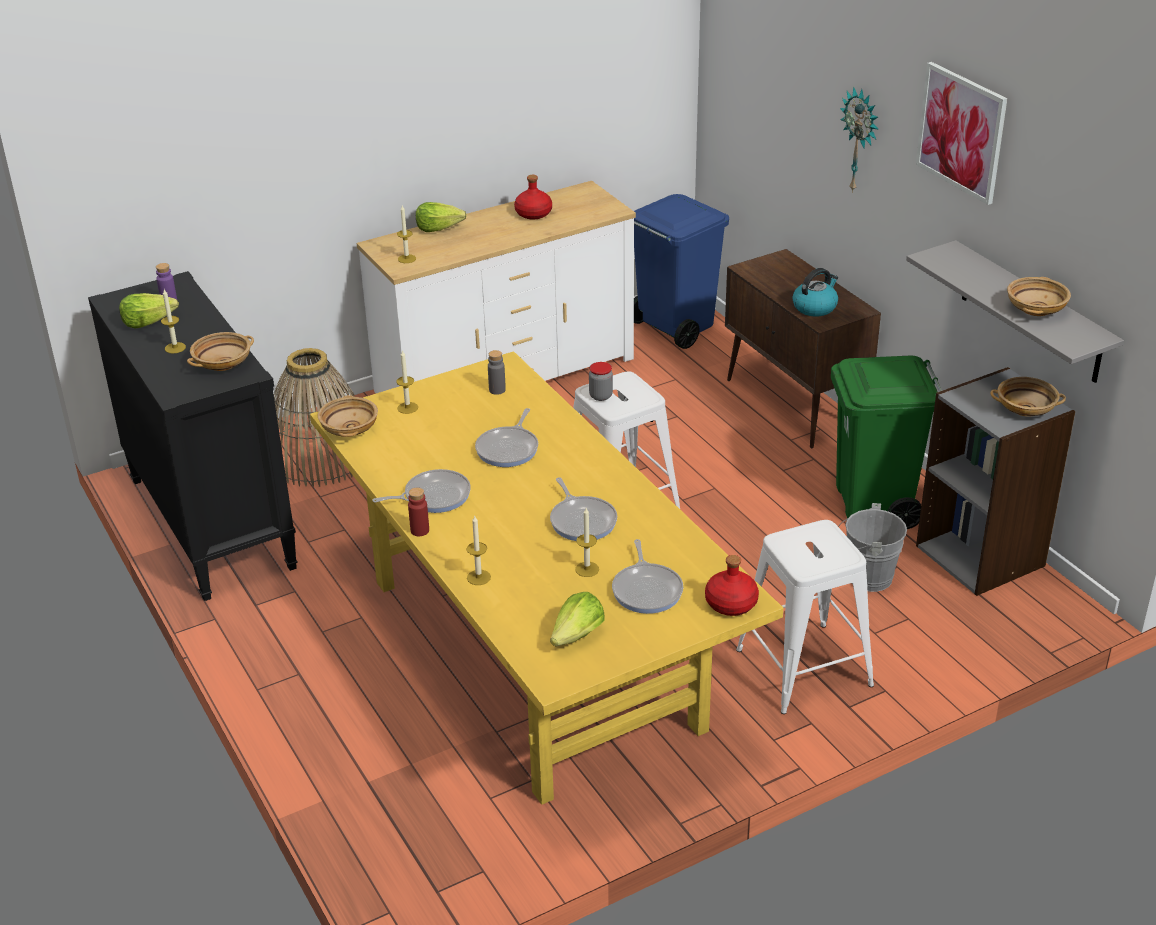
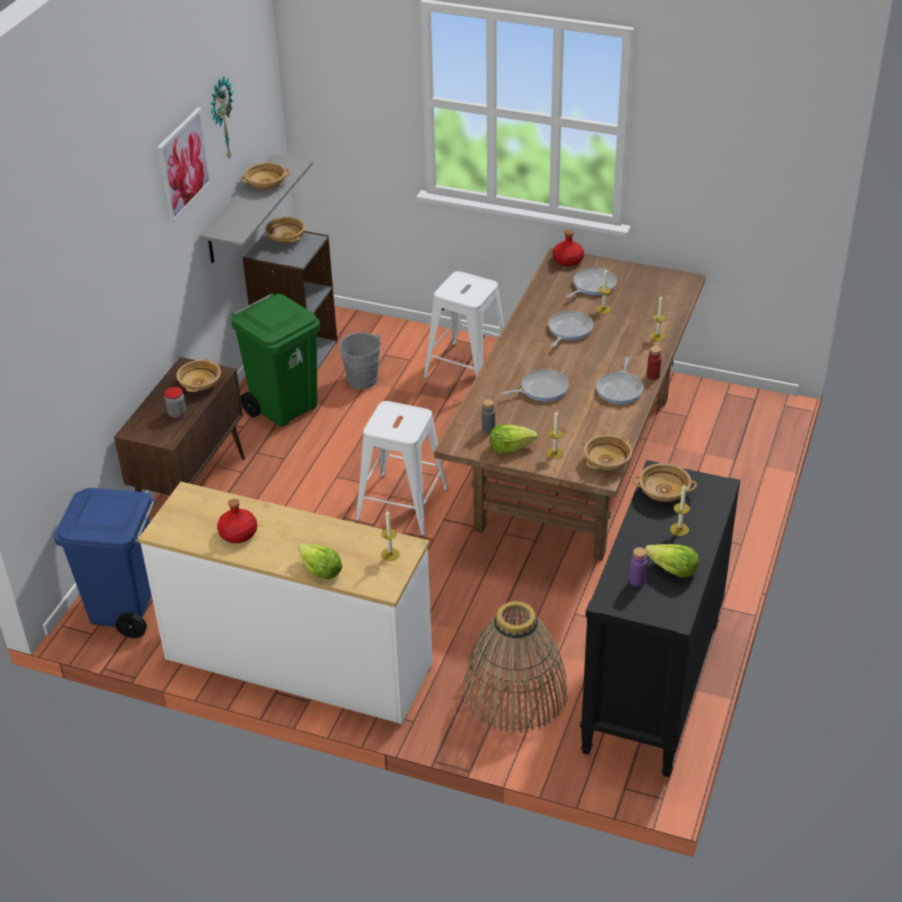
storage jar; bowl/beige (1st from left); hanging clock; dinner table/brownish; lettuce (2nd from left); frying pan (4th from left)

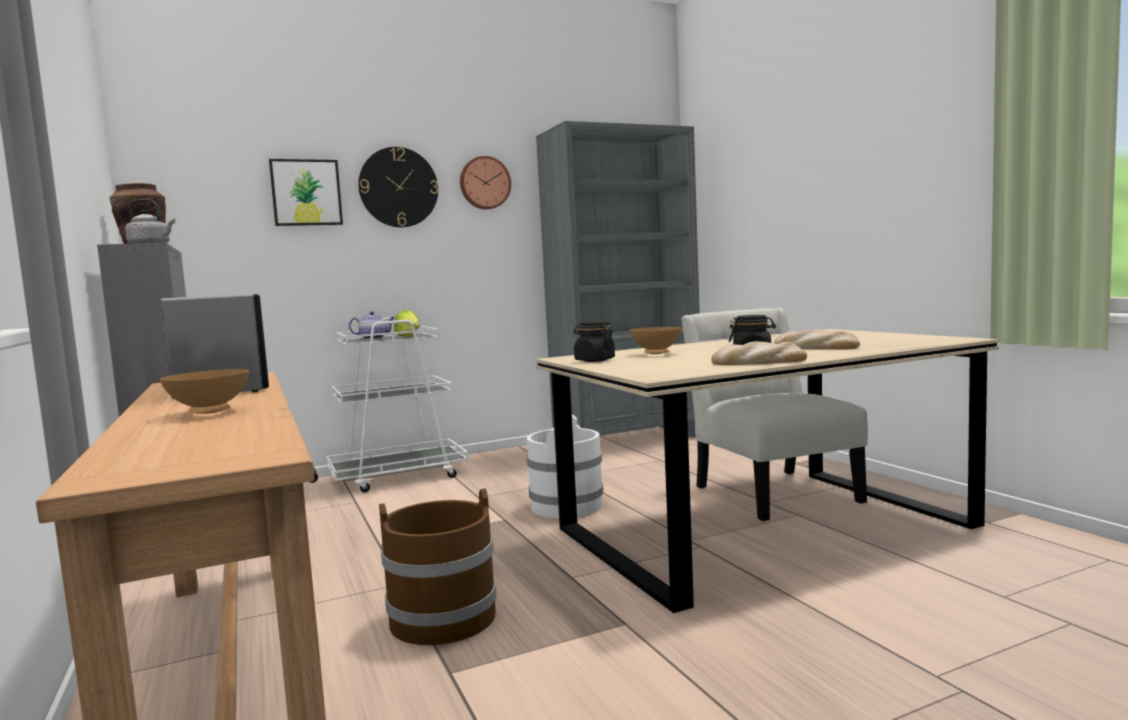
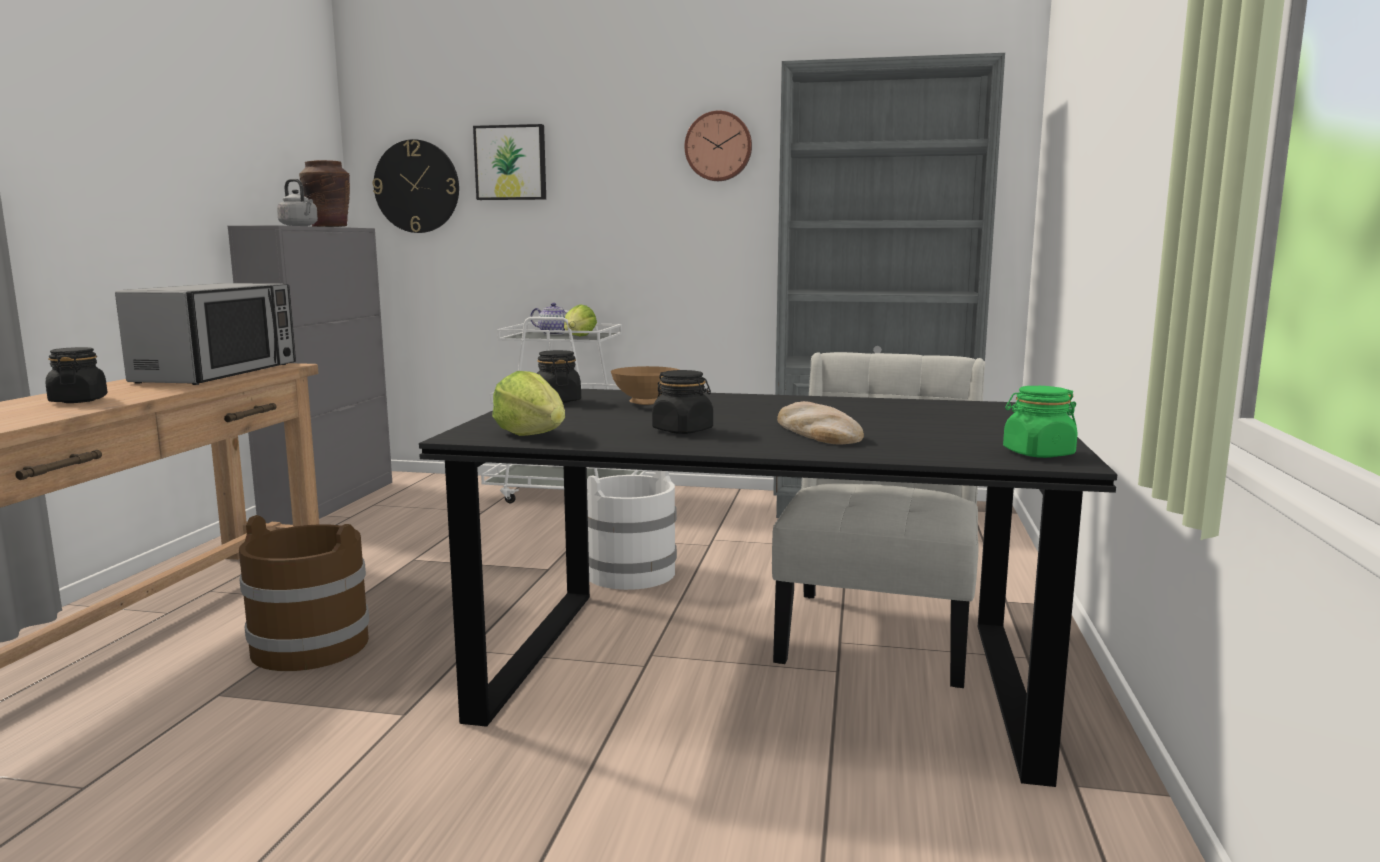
storage jar/blackish (1st from left); hanging clock (1st from left); dinner table/blackish; lettuce (1st from left); storage jar/green-coloured; baked bread (1st from left in the first image)

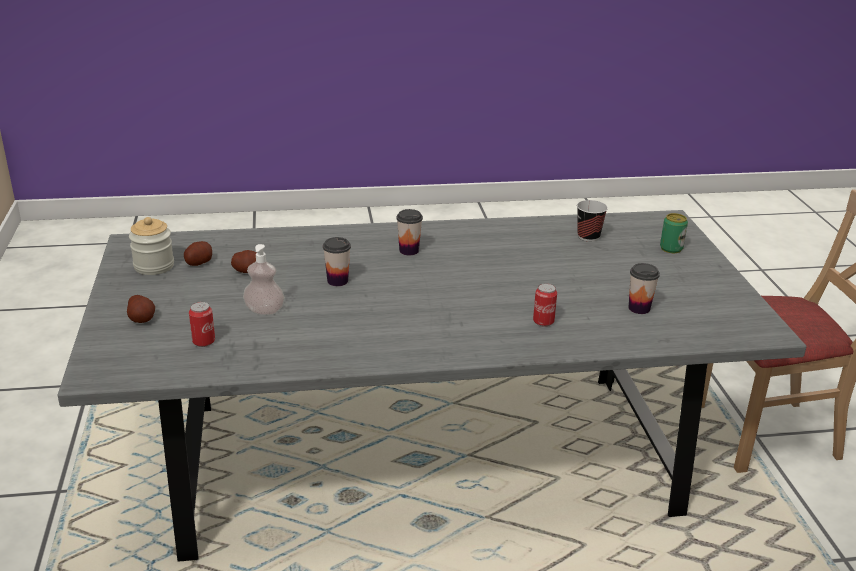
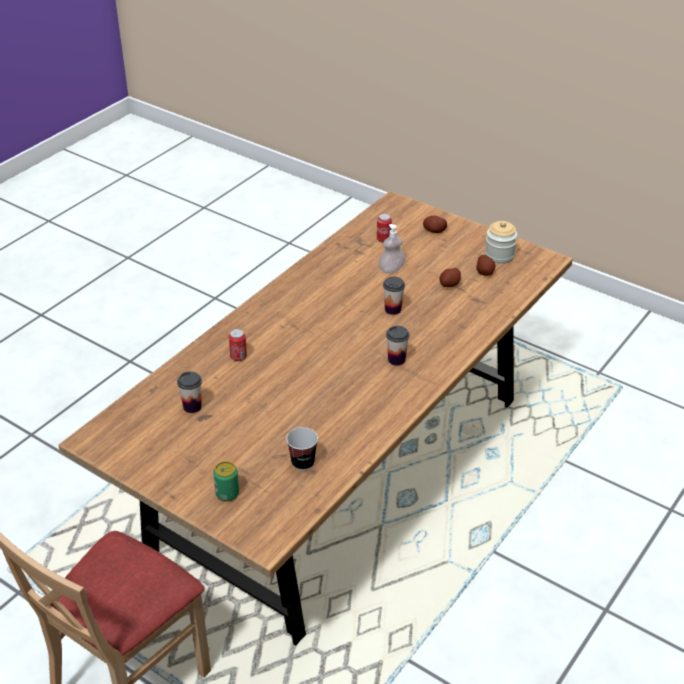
dinner table/brownish

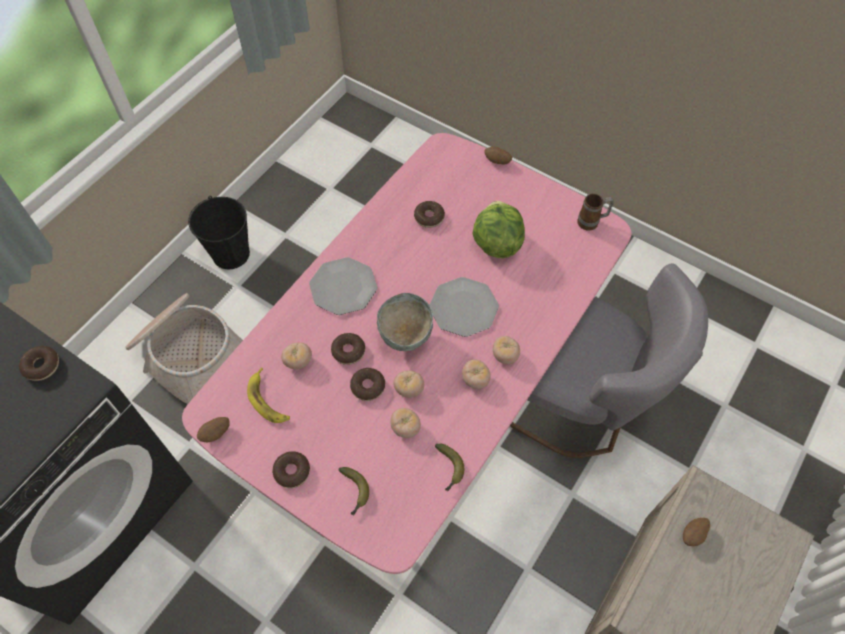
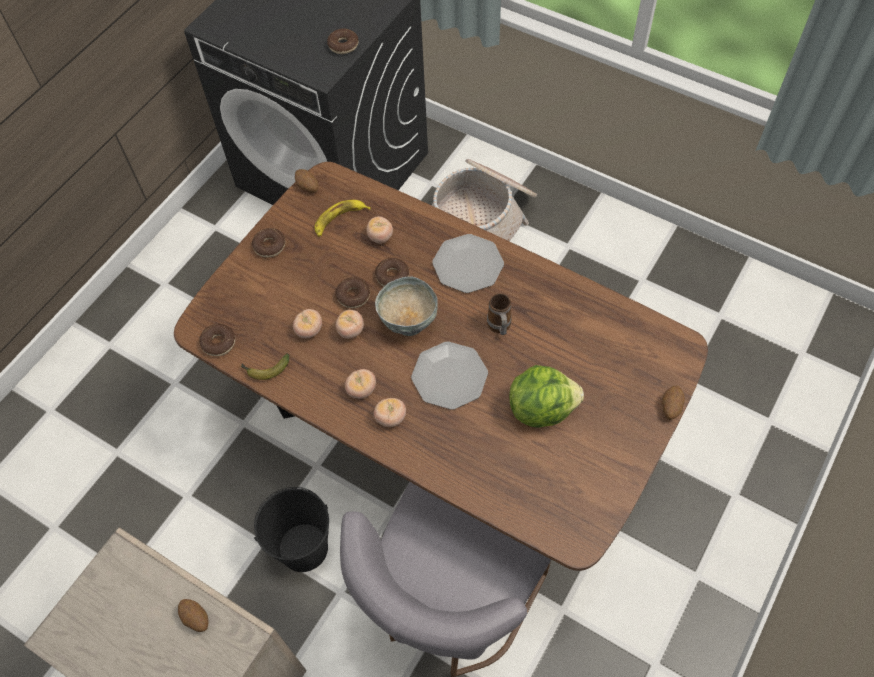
dinner table/brownish; donut (1st from left); pail/blackish; coffee mug; banana (2nd from left in the first image)

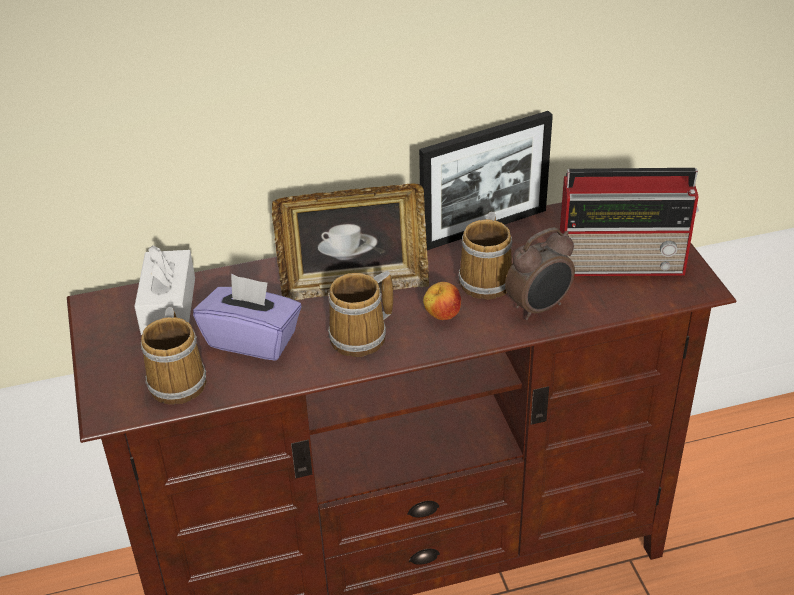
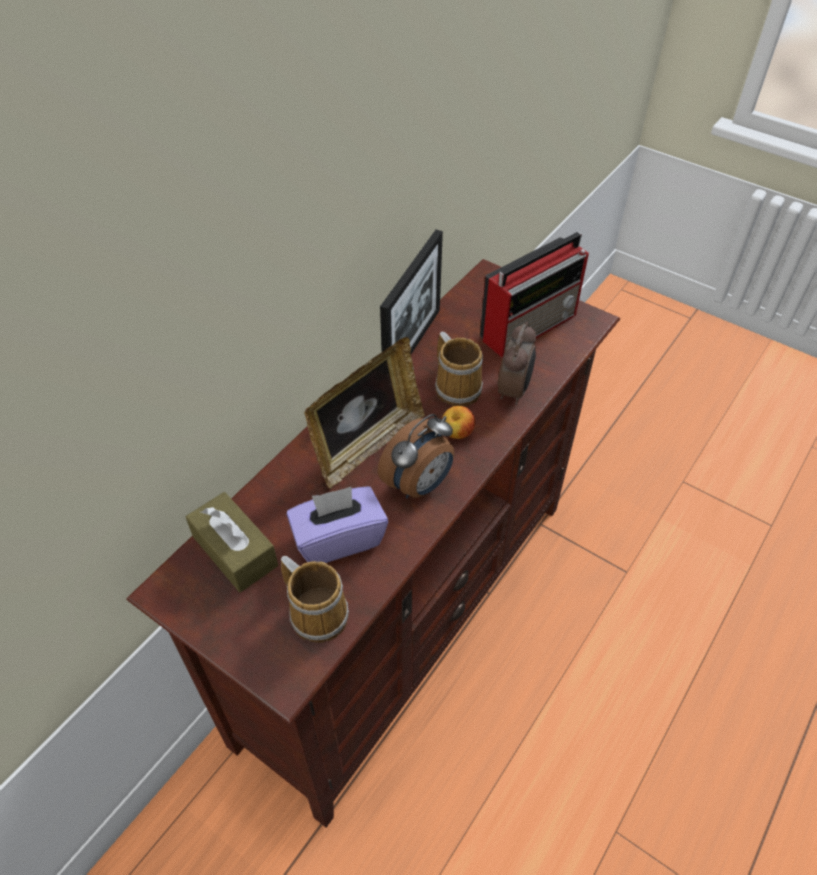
tissue box/brownish; alarm clock (1st from left)

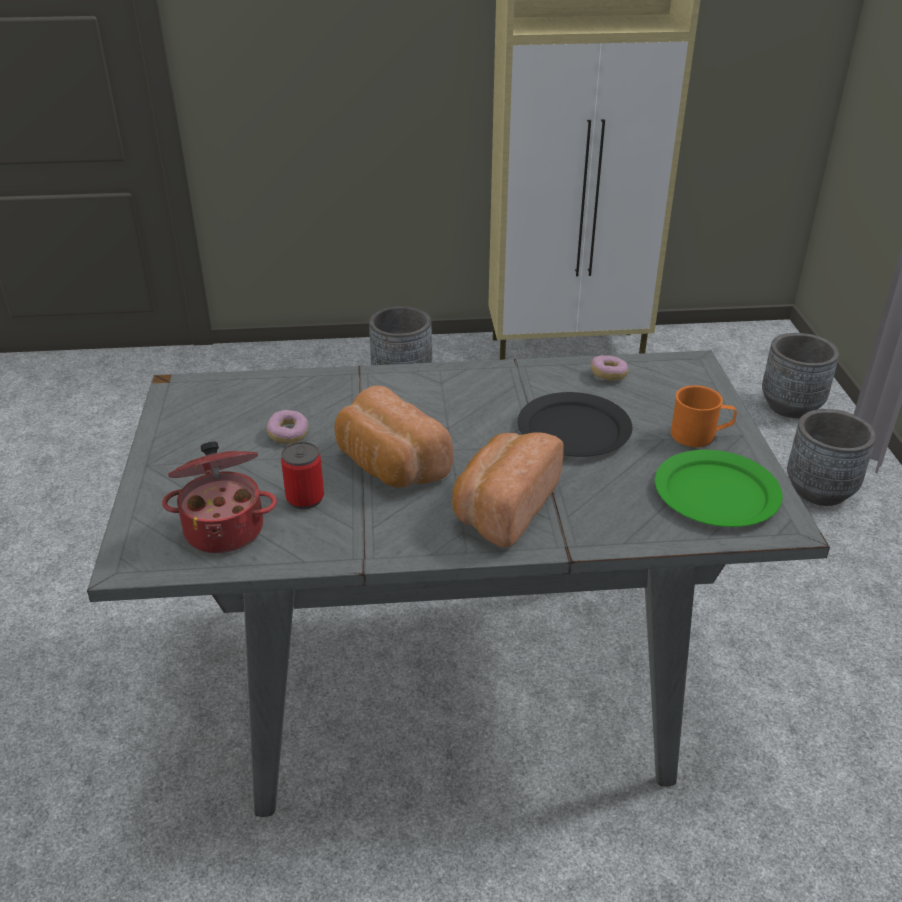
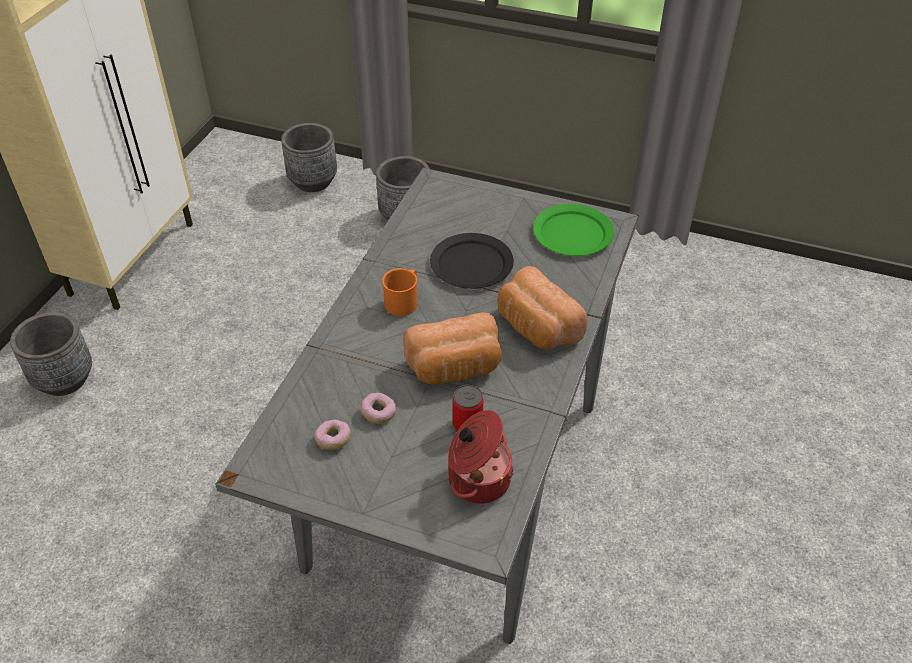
donut (1st from left); coffee mug/orangey

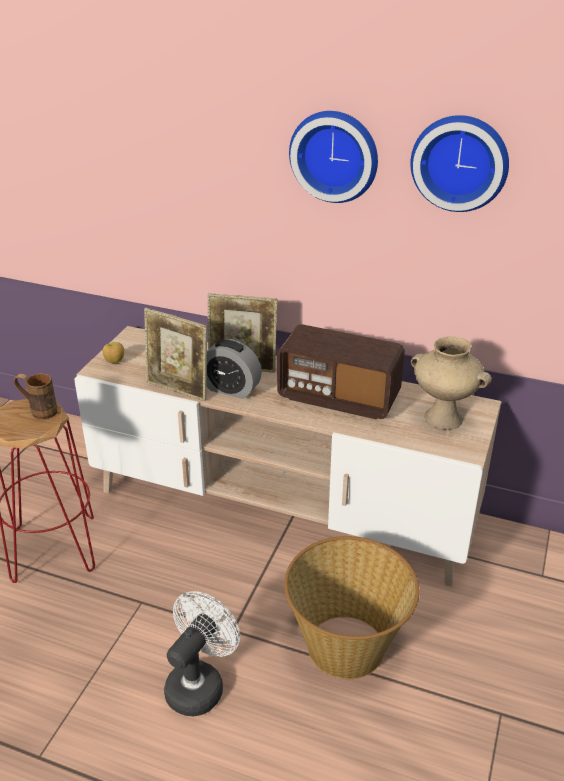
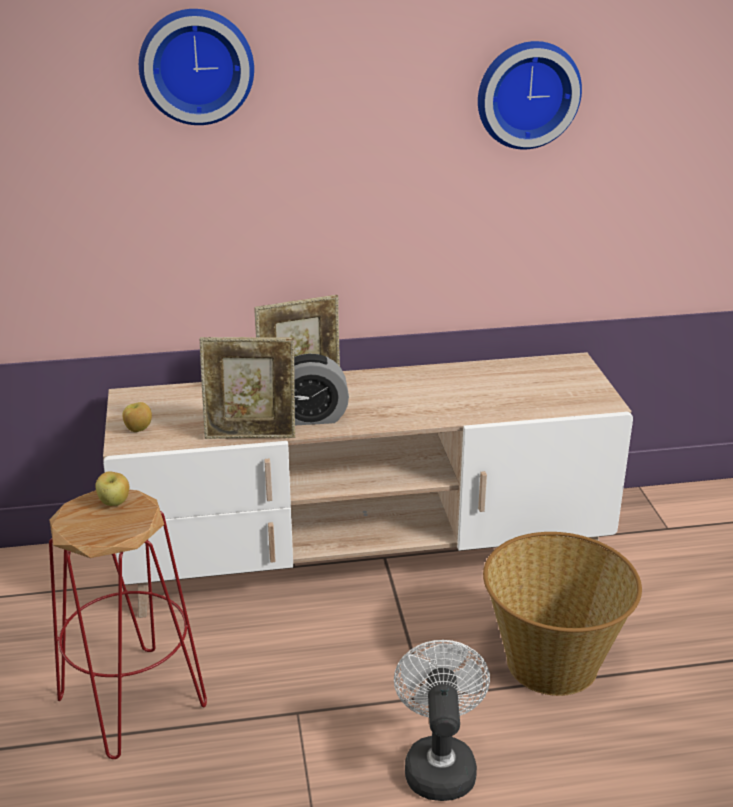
apple (1st from left); hanging clock (1st from left); radio receiver; decorative vase/beige

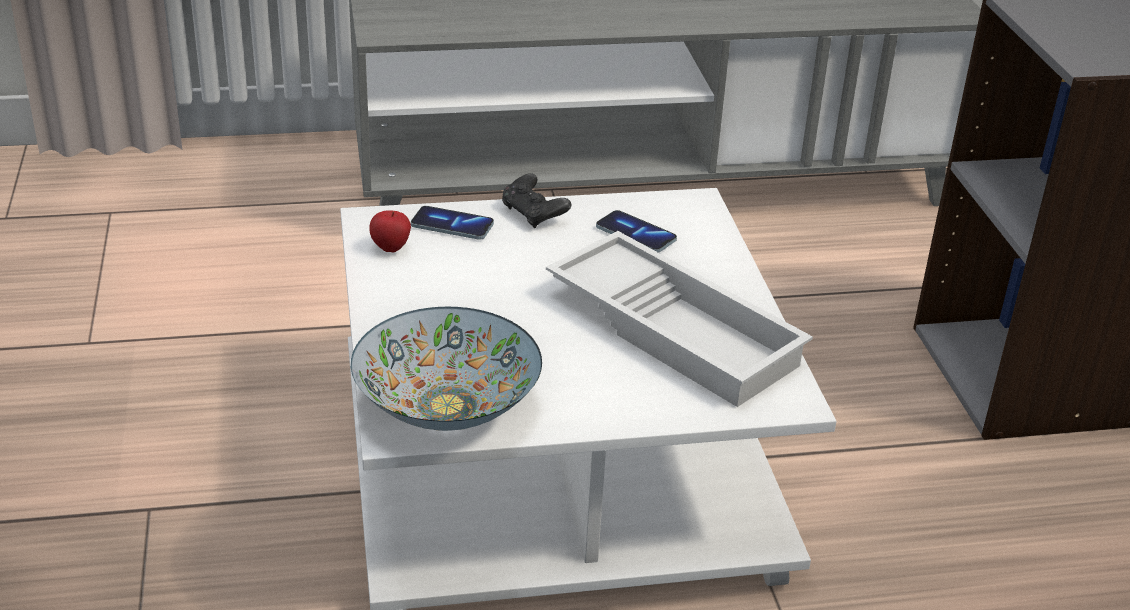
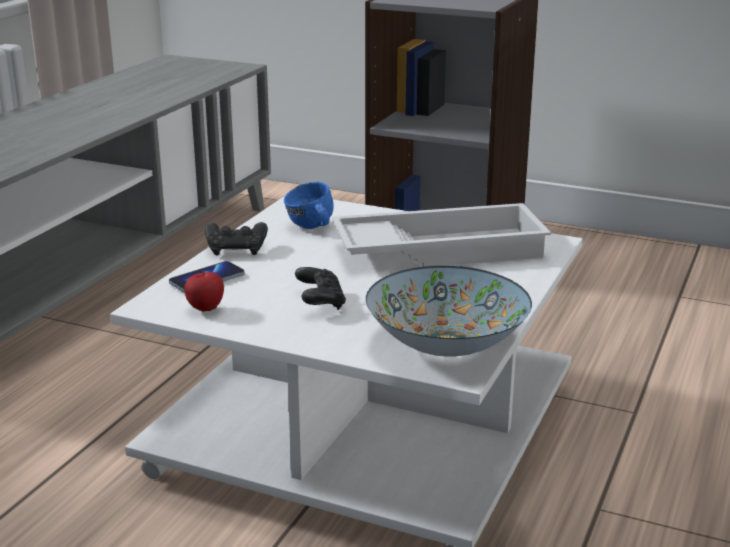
coffee mug/blue; gamepad/blackish (2nd from left)

